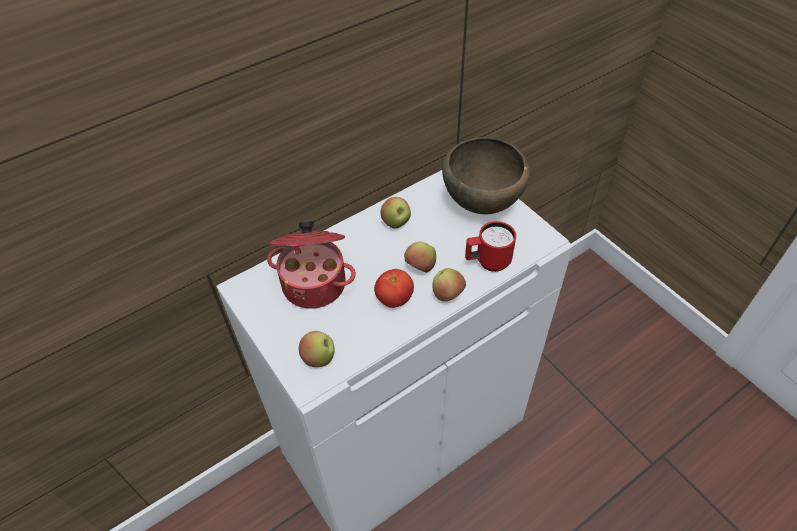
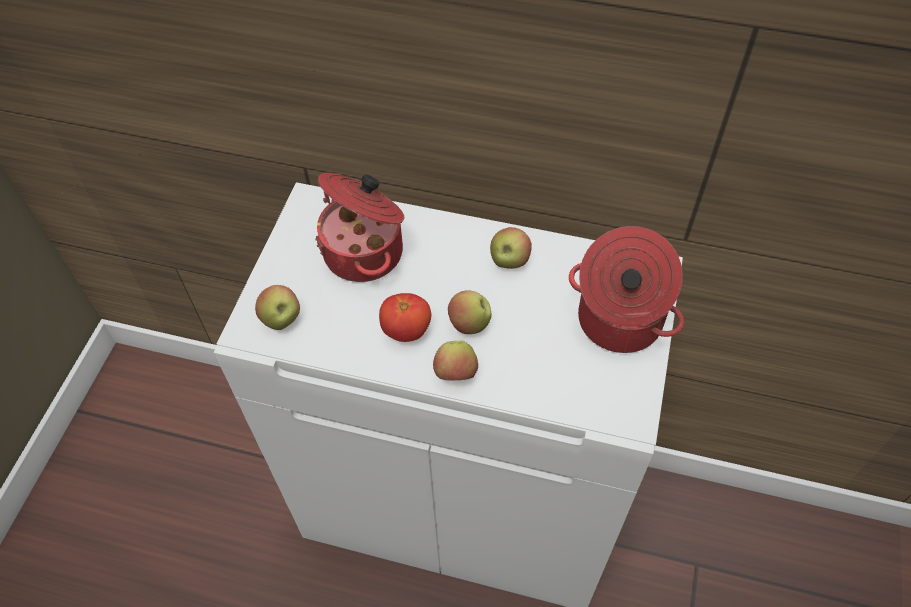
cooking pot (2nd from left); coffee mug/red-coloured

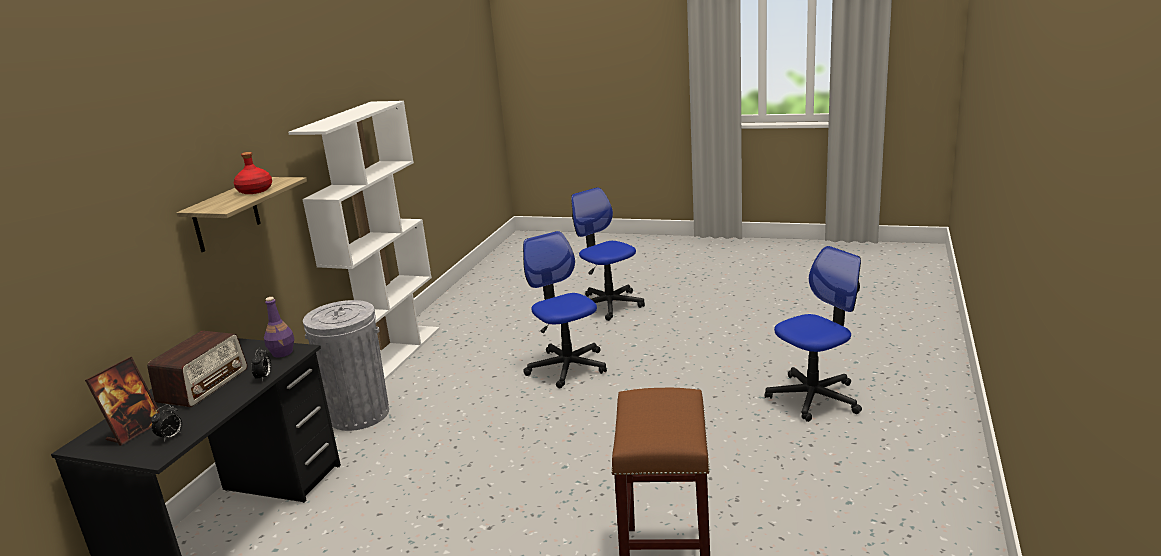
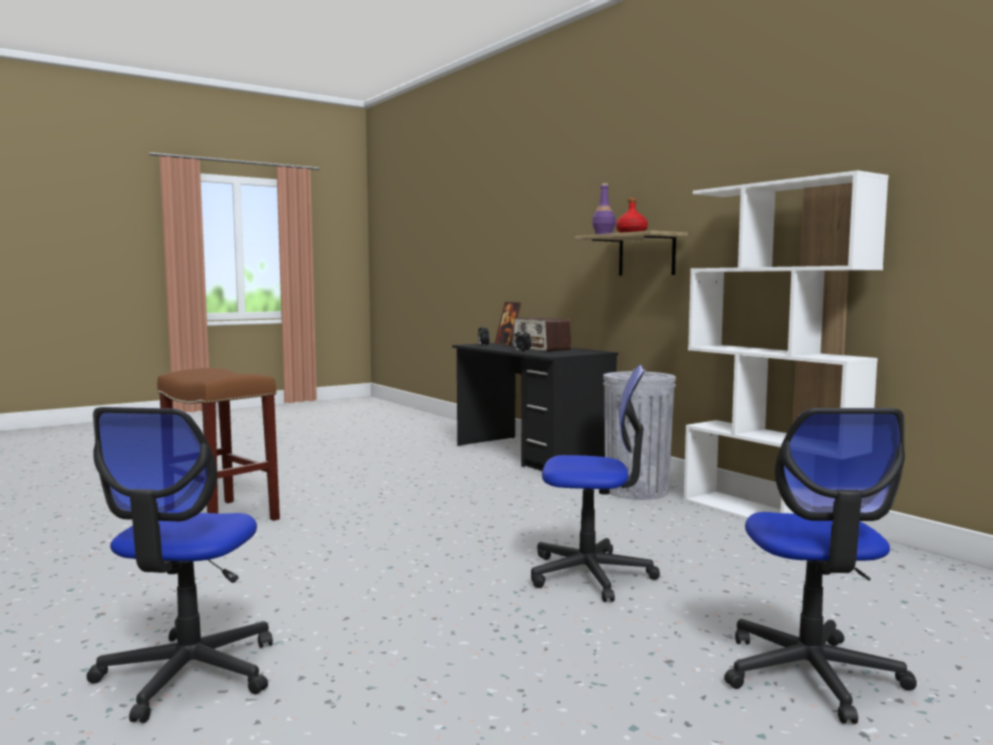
bottle/purple-coloured; computer chair (3rd from left)

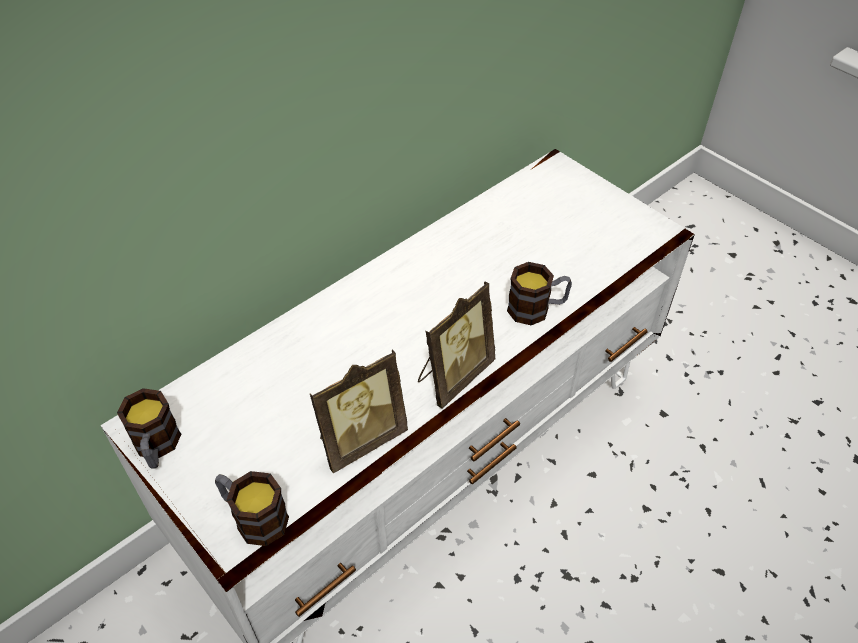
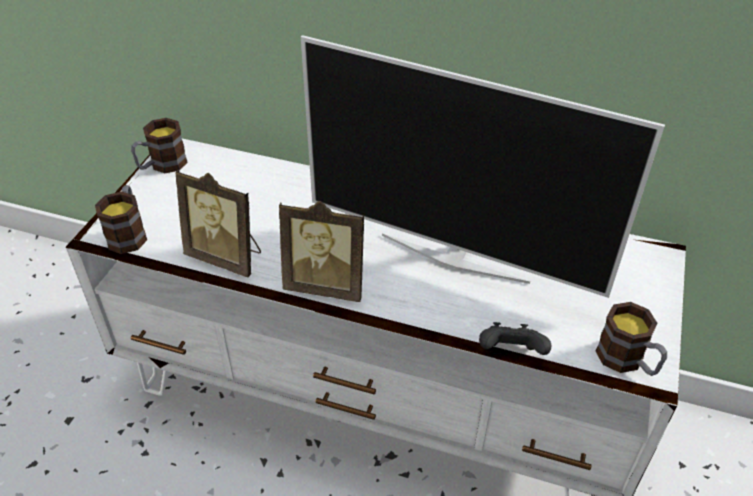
television; gamepad/blackish; coffee mug (3rd from left)

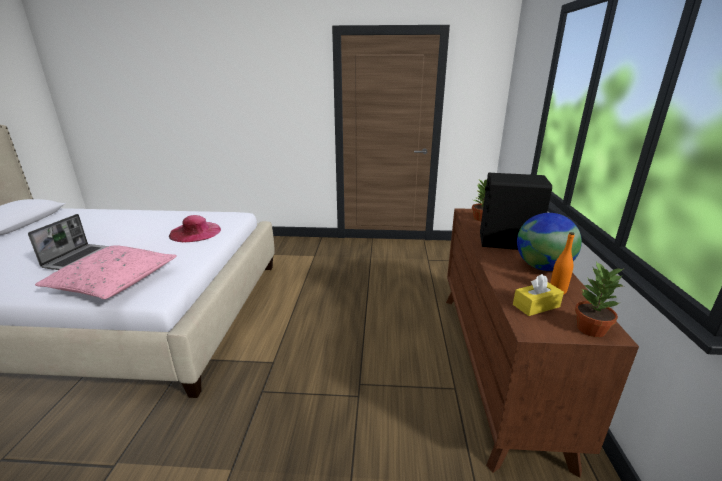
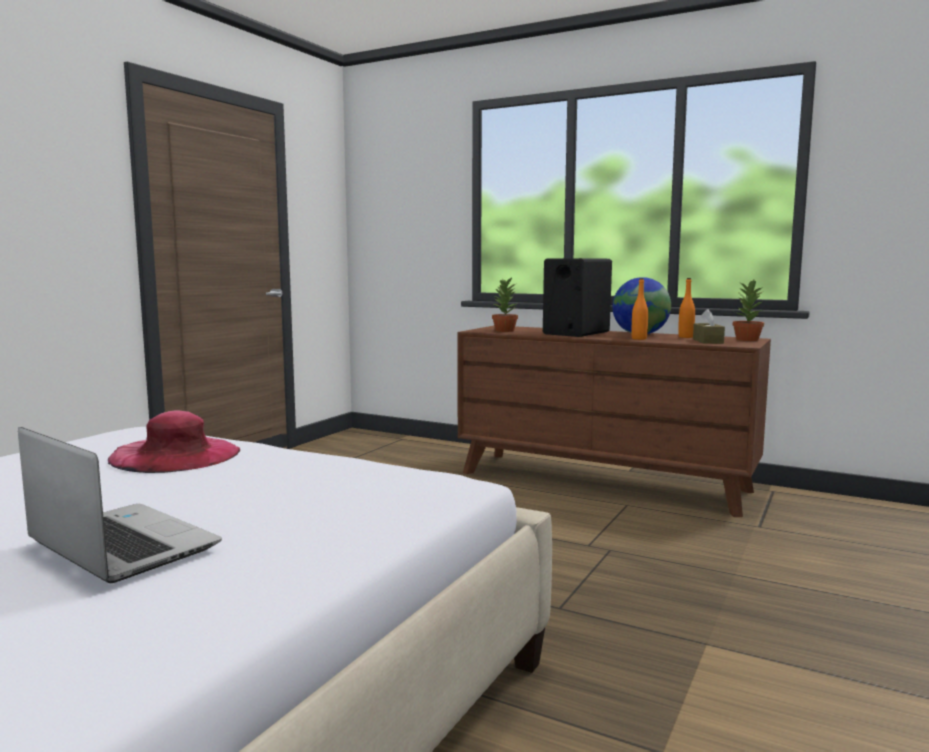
bottle/orangey (1st from left); tissue box/brownish; throw pillow/pink

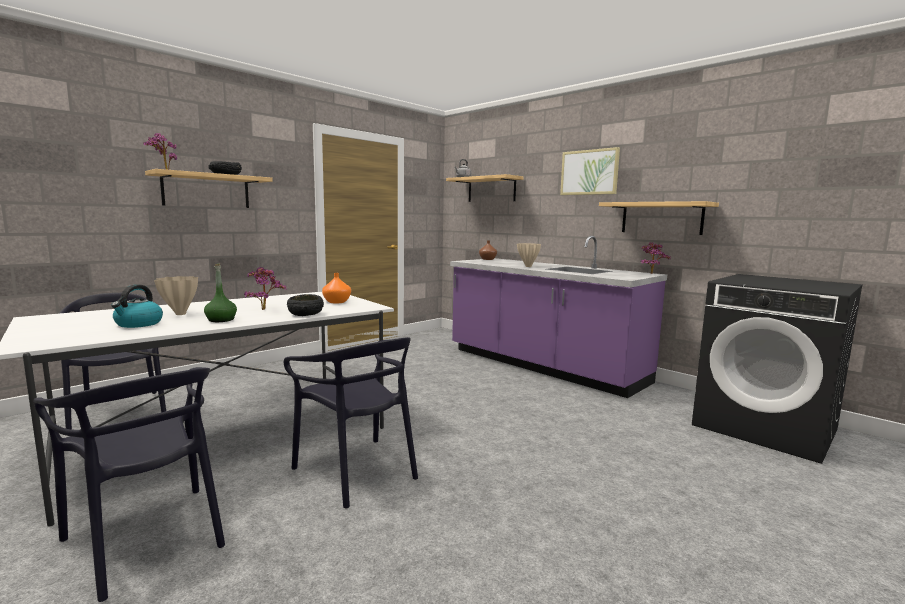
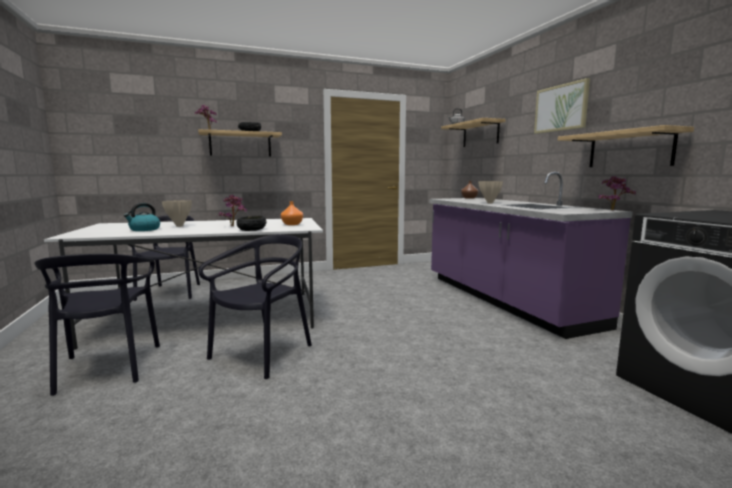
upright chair/blackish (3rd from left); bottle/green-coloured

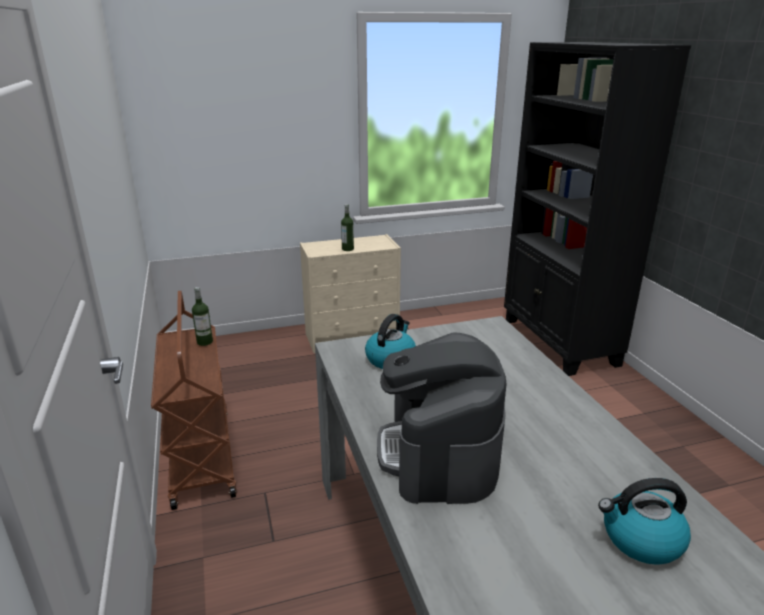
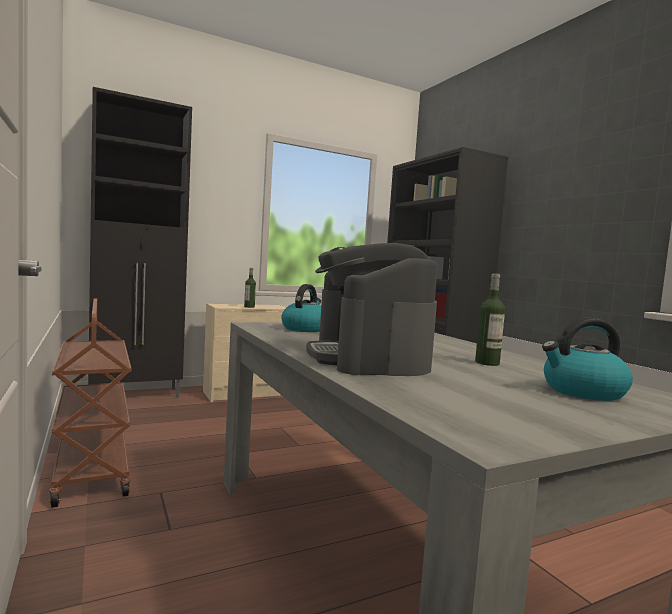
storage cabinet/blackish; bottle (2nd from left)

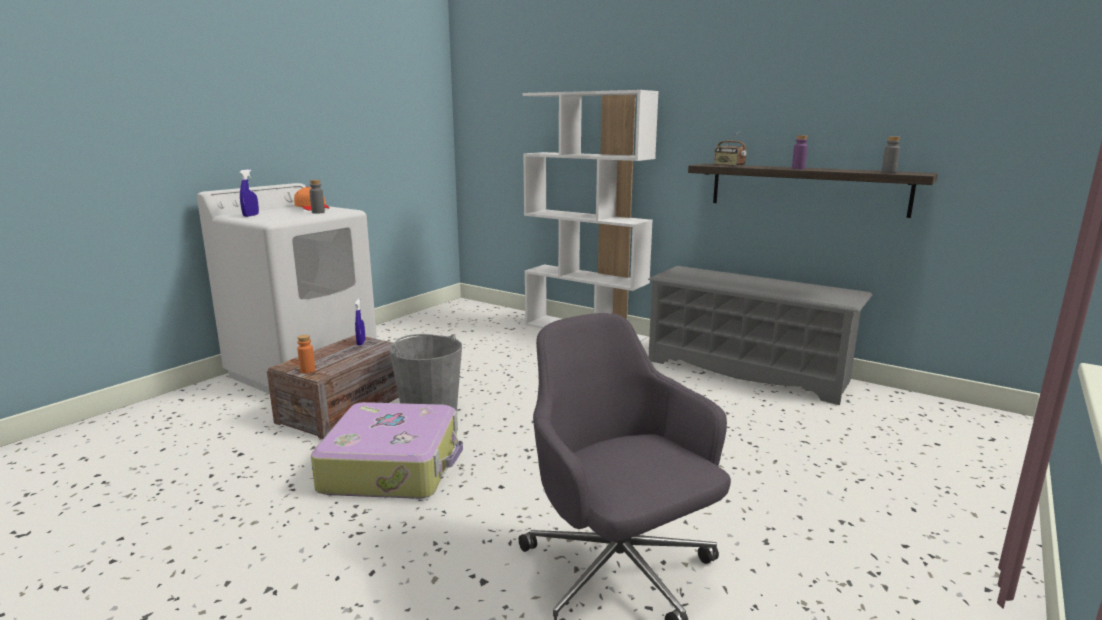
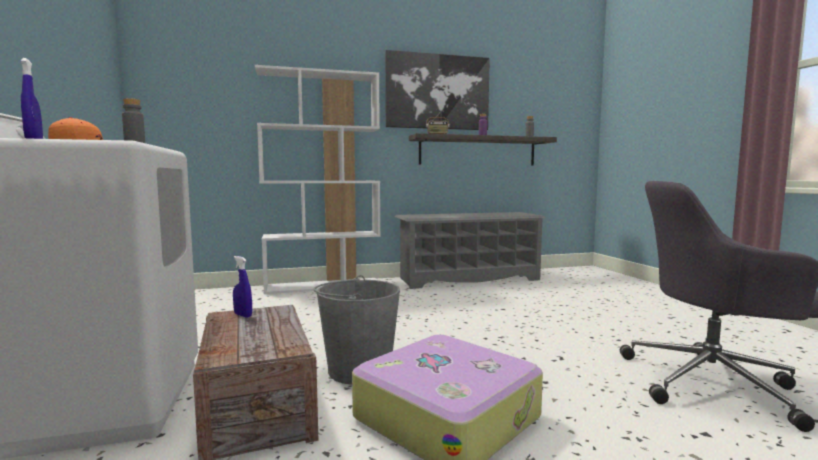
picture; bottle/orangey

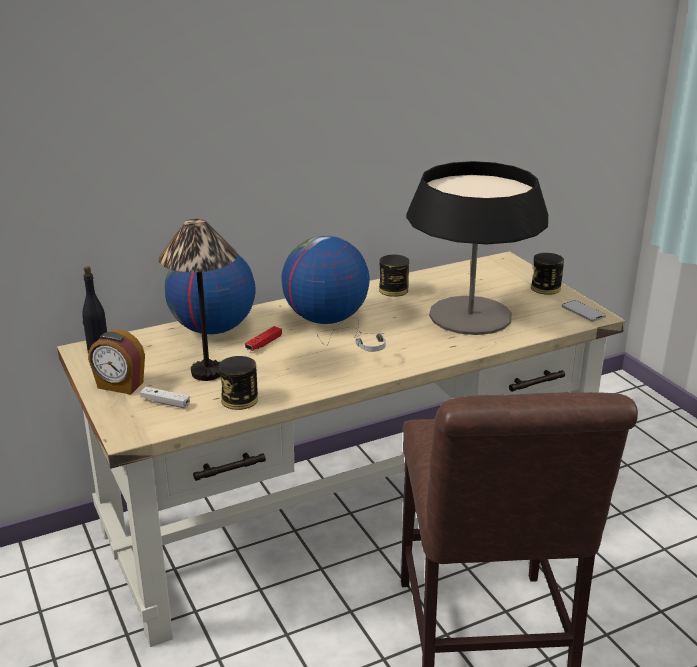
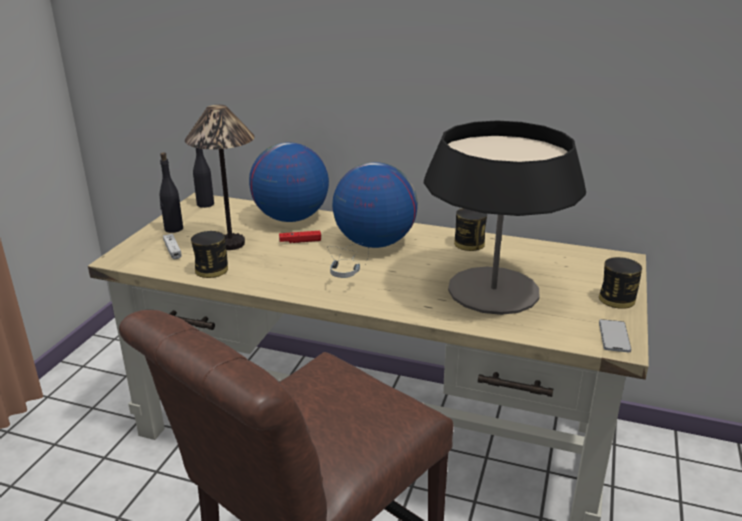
bottle/blackish (1st from left)

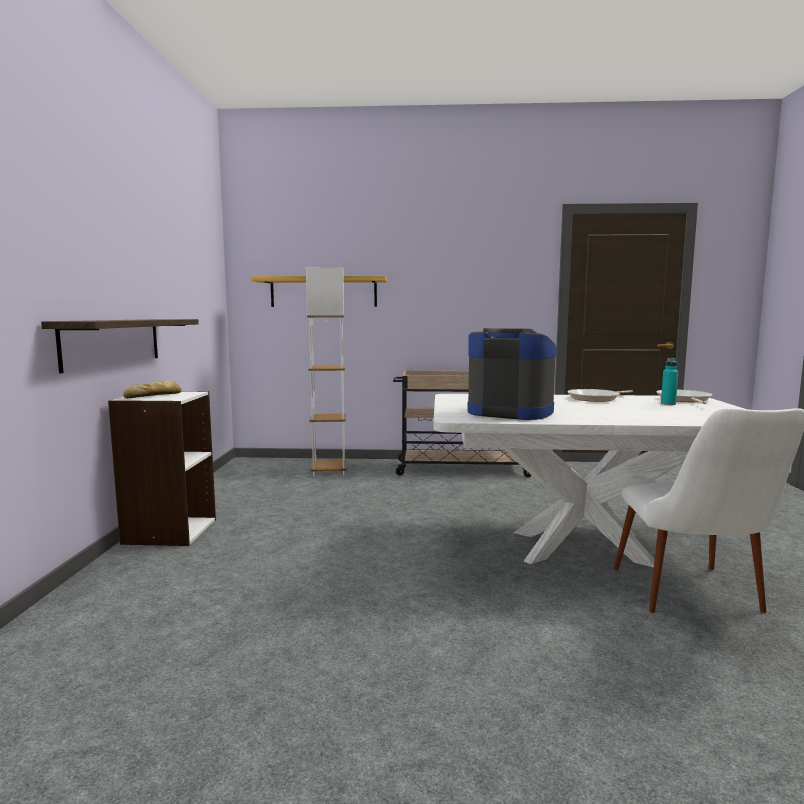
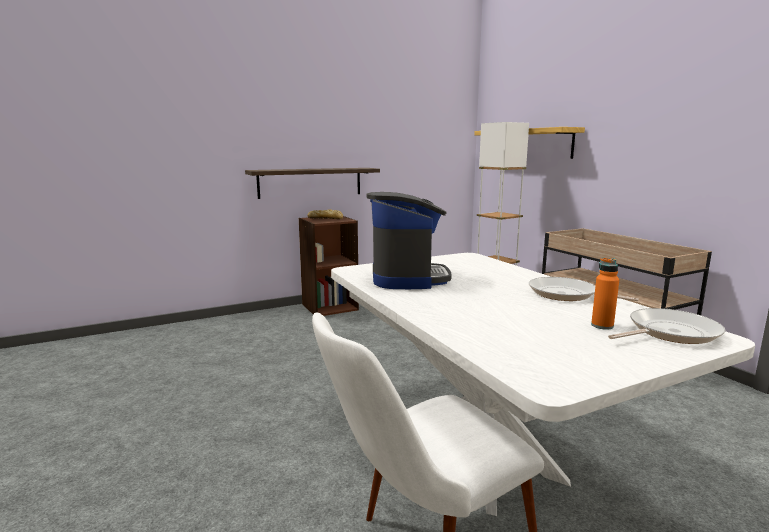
shelving unit/brownish; bottle/orangey

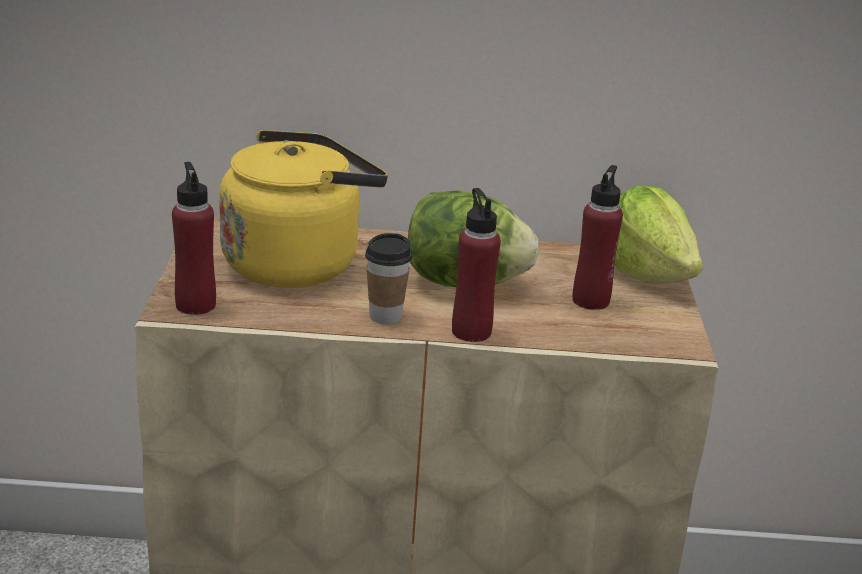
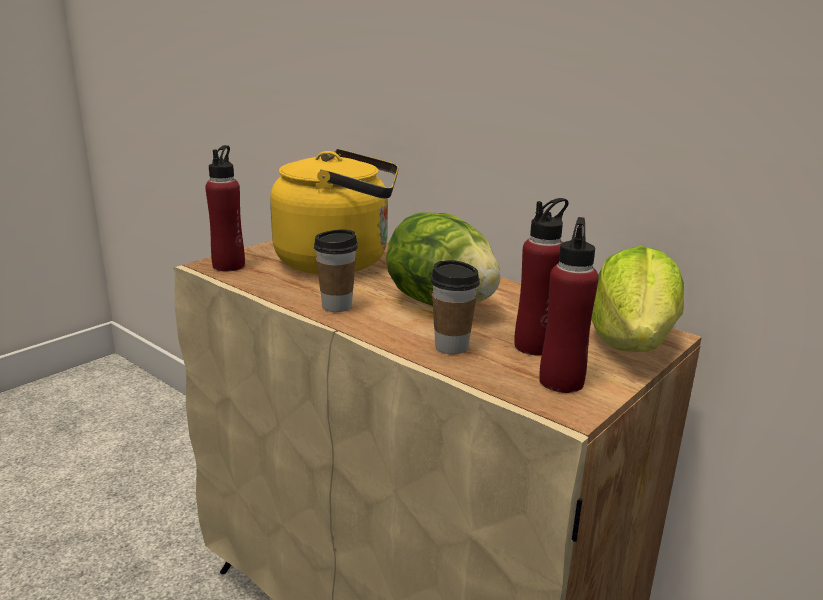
drinking cup (2nd from left); bottle/red-coloured (3rd from left)

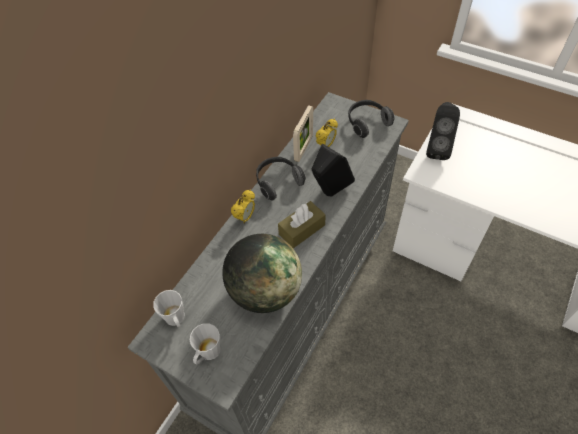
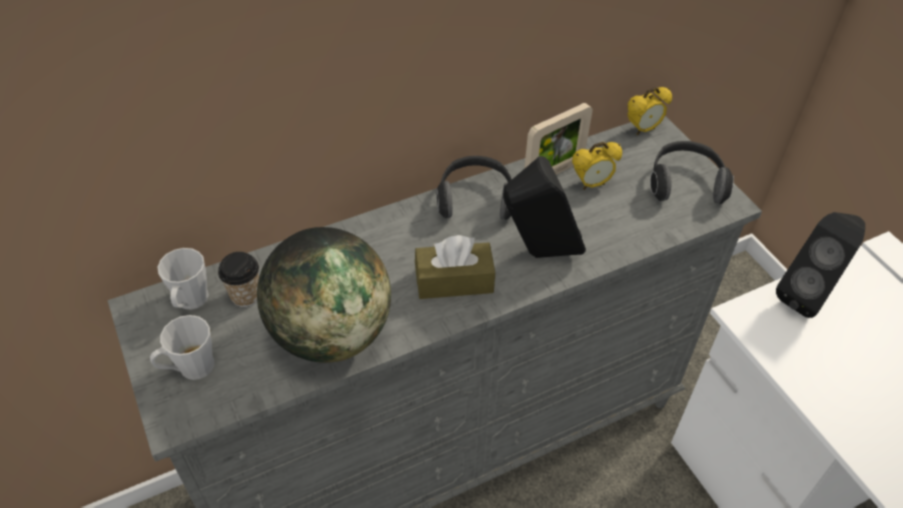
drinking cup; alarm clock (2nd from left)

